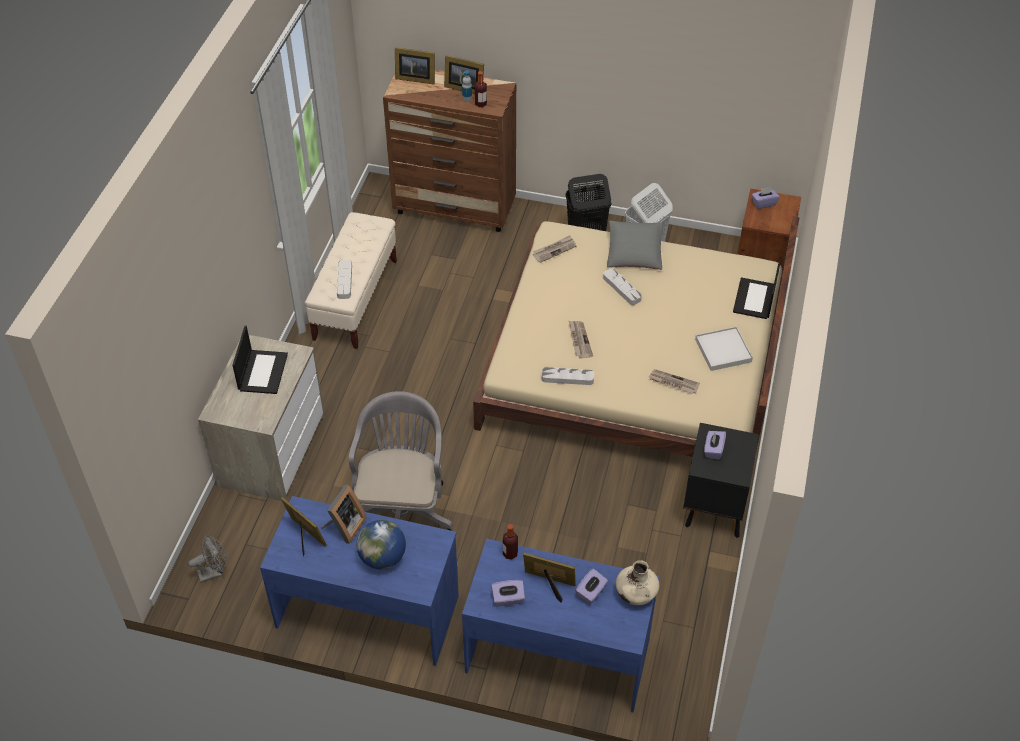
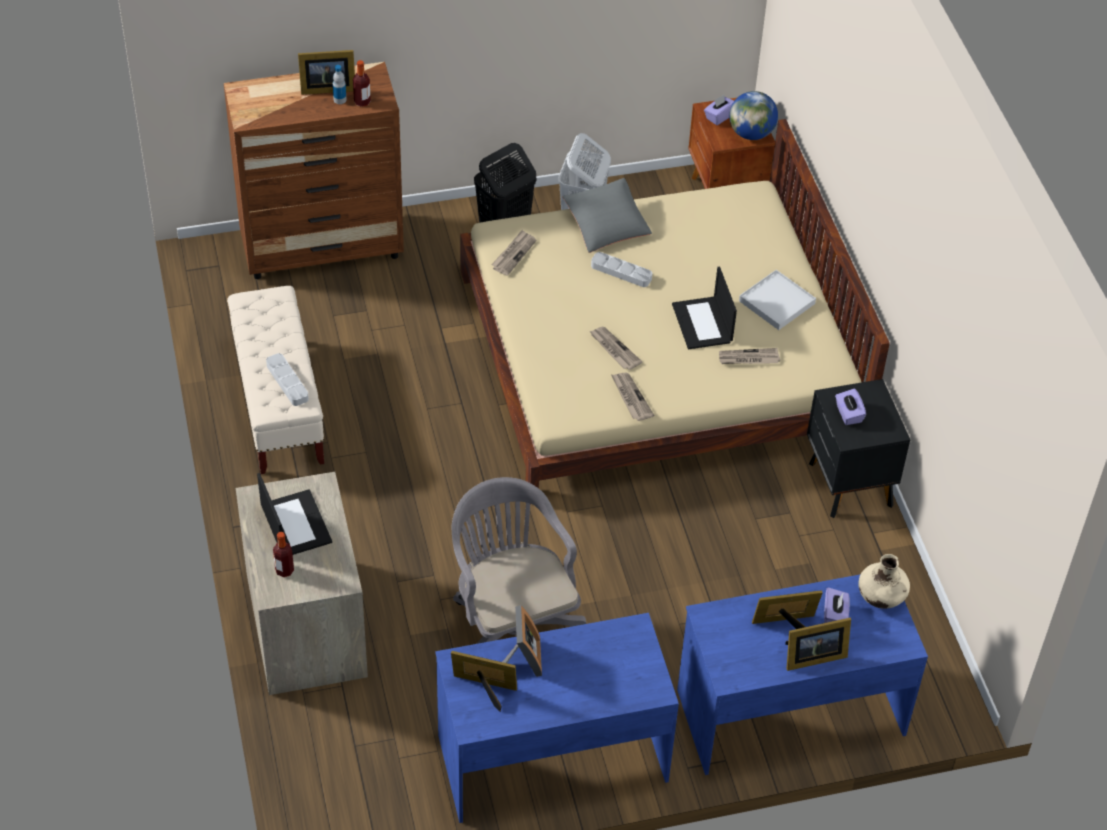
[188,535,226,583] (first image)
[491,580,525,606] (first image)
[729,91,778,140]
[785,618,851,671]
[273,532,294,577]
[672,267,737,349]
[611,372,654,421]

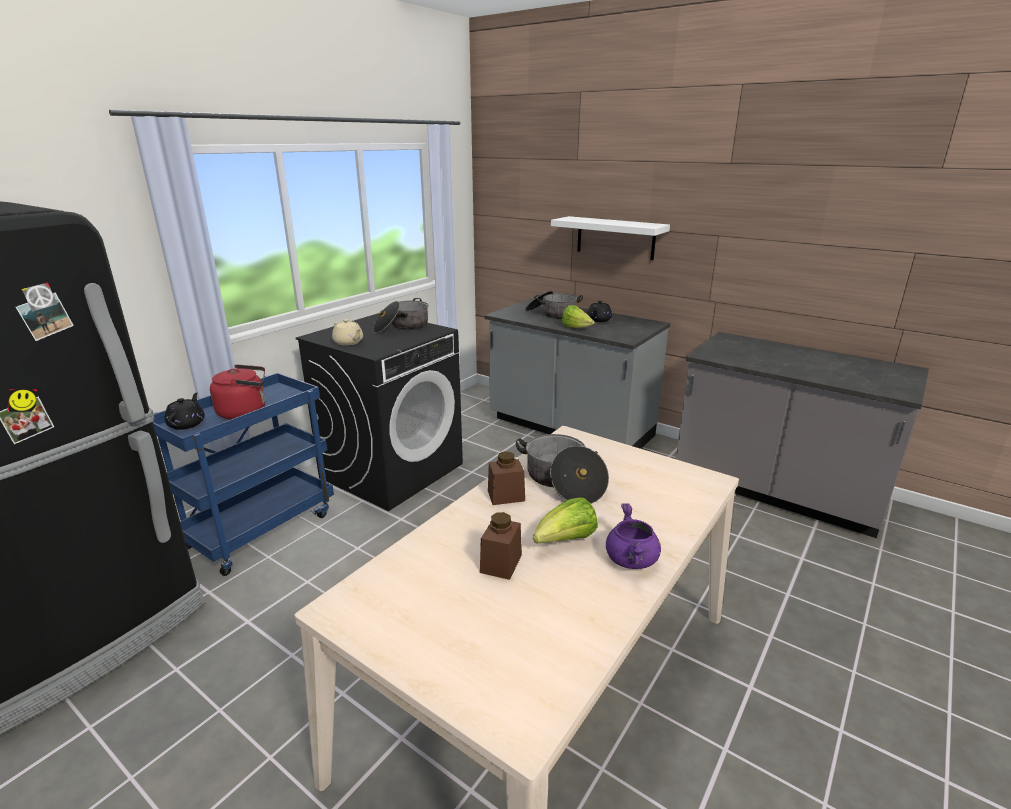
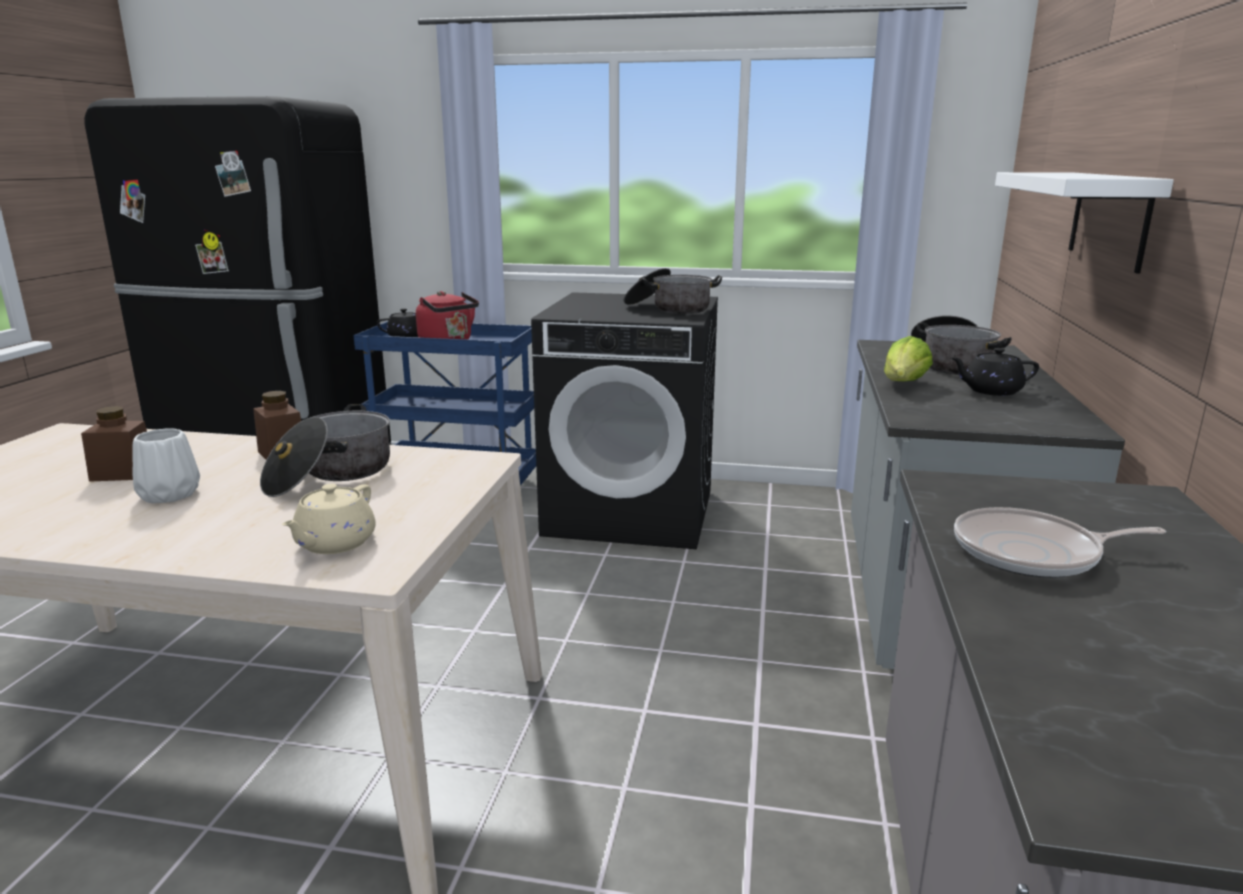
[606,503,661,569] (first image)
[954,507,1166,578]
[282,484,376,554]
[132,428,200,503]

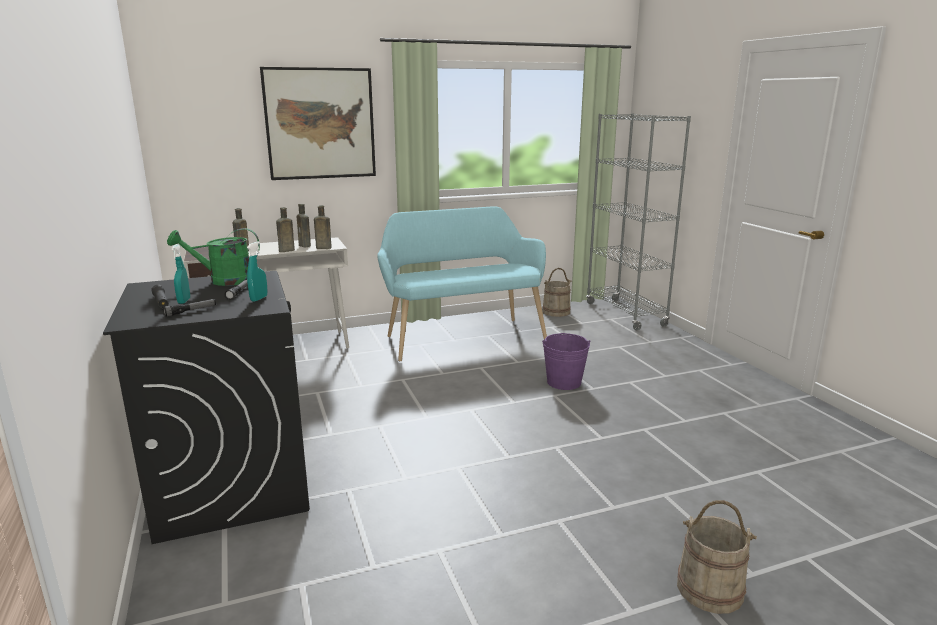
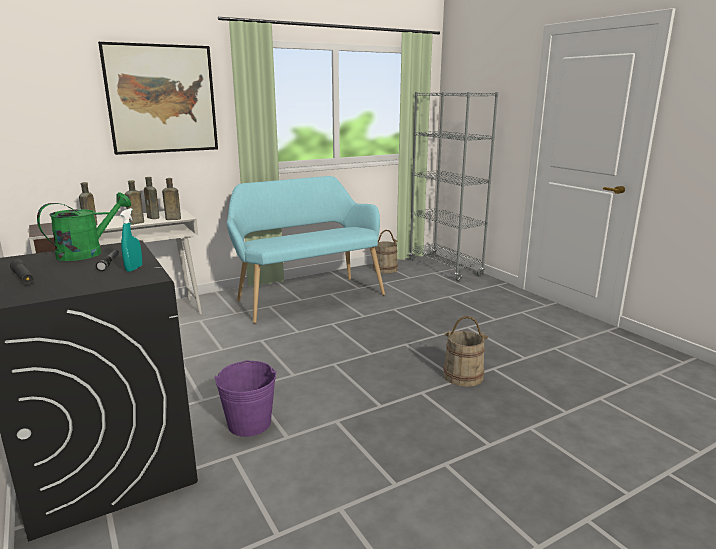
[162,299,216,317] (first image)
[171,244,190,304] (first image)
[214,360,277,437]
[444,316,488,387]
[37,193,131,261]

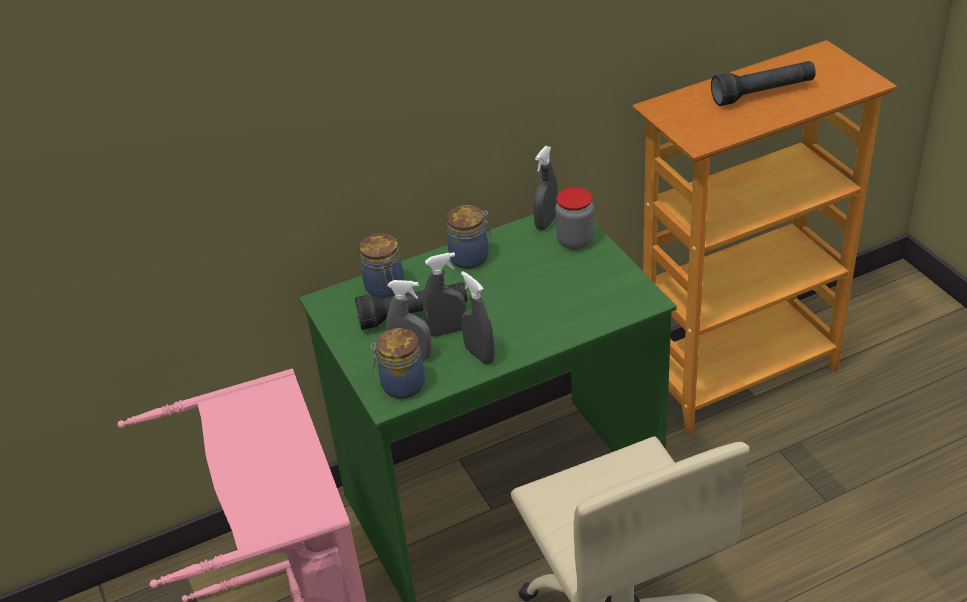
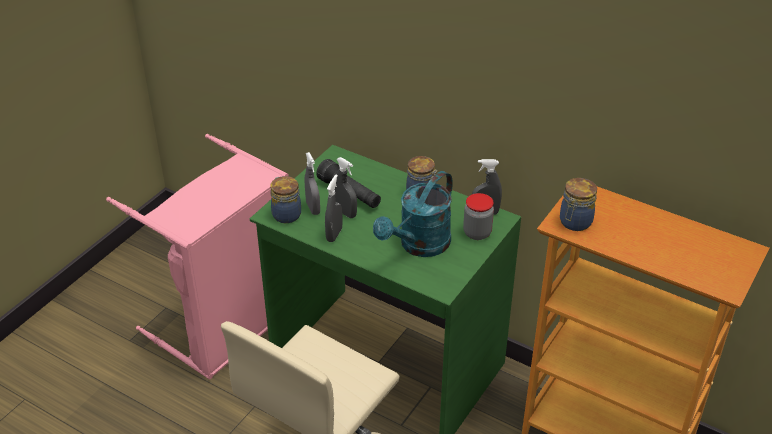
[711,61,816,106] (first image)
[373,171,453,257]
[560,178,597,231]

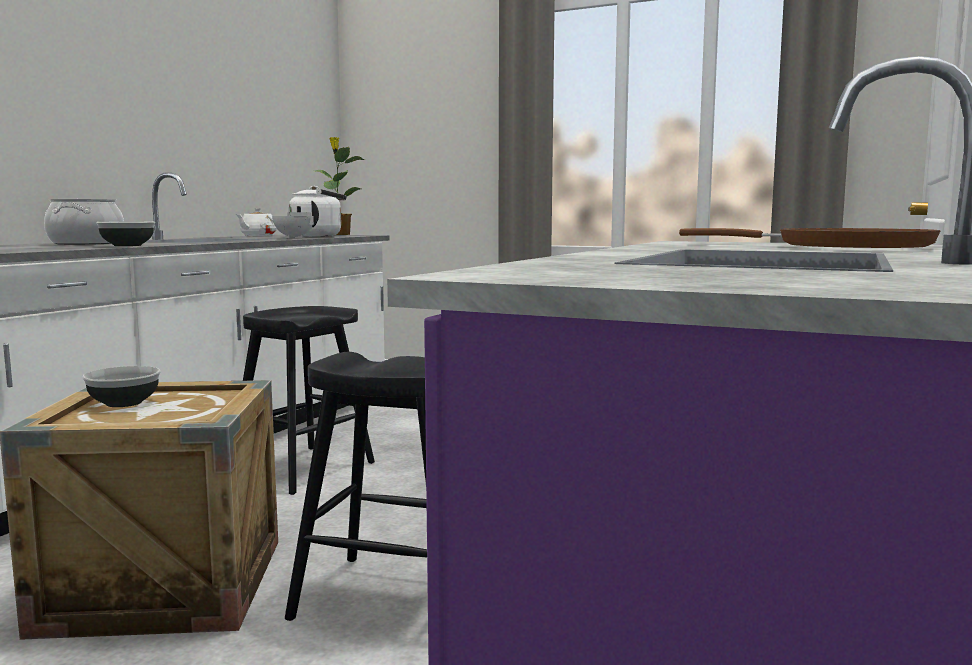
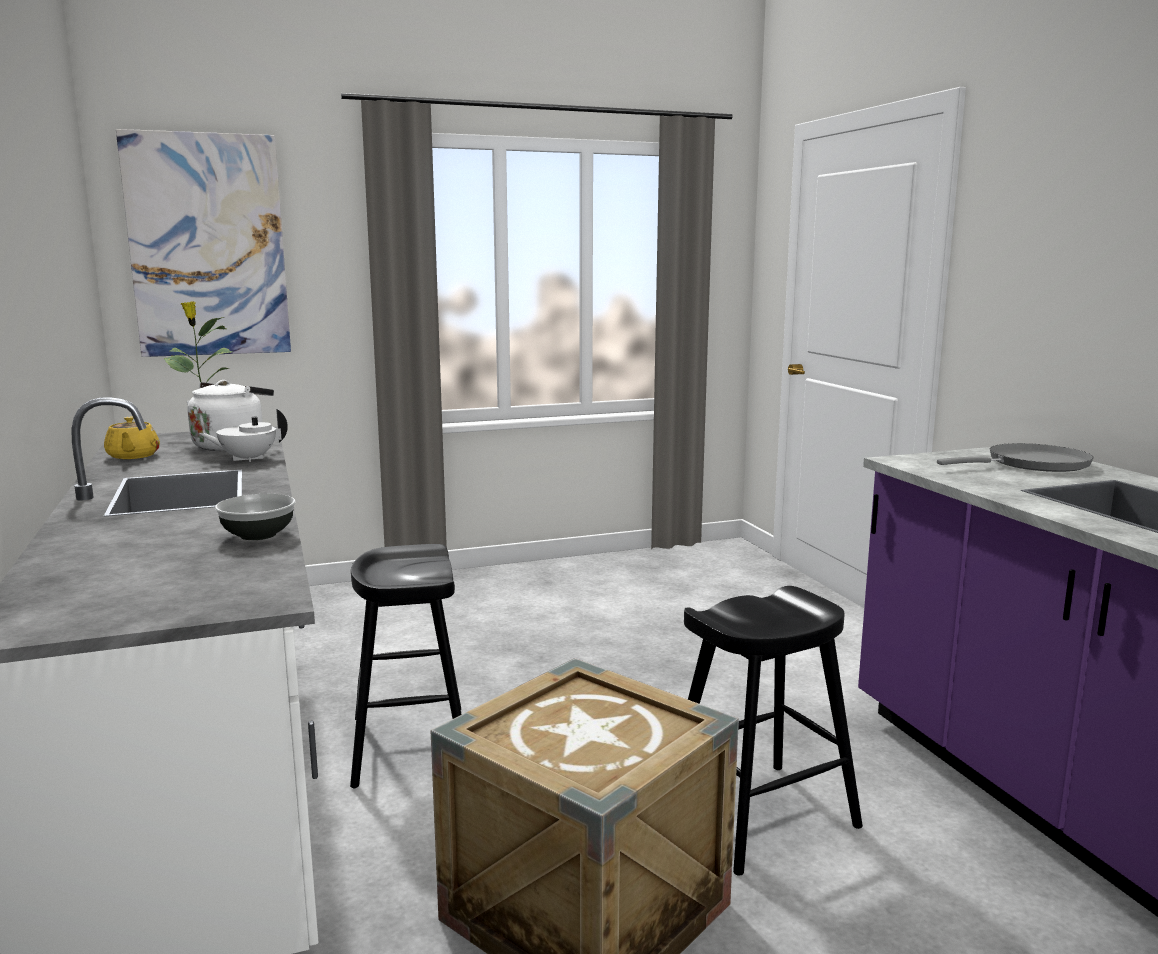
[44,199,124,245] (first image)
[82,366,161,407] (first image)
[116,129,291,357]
[104,417,160,459]
[937,443,1094,472]

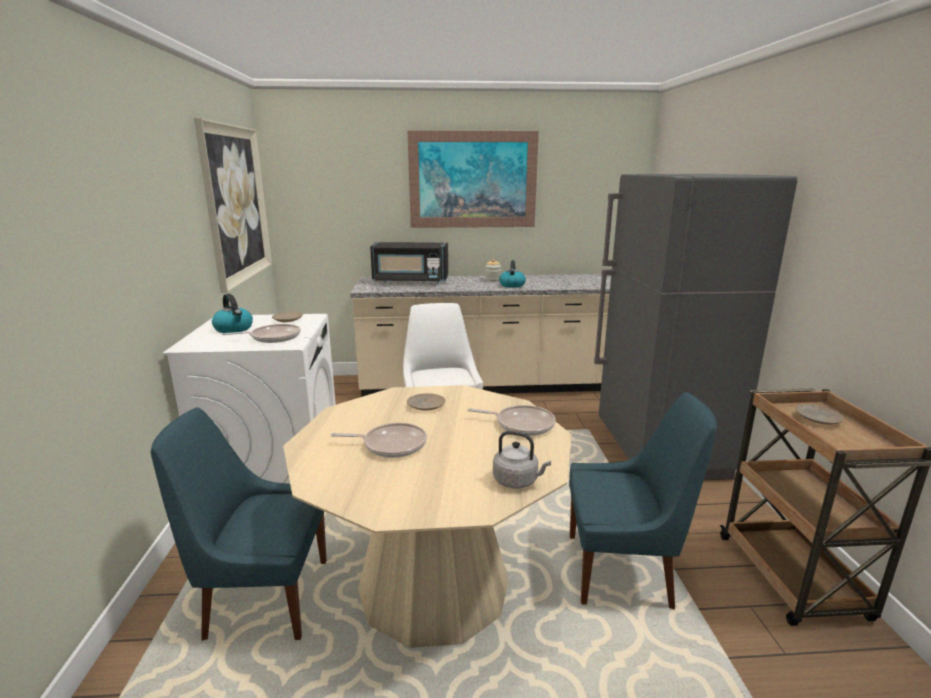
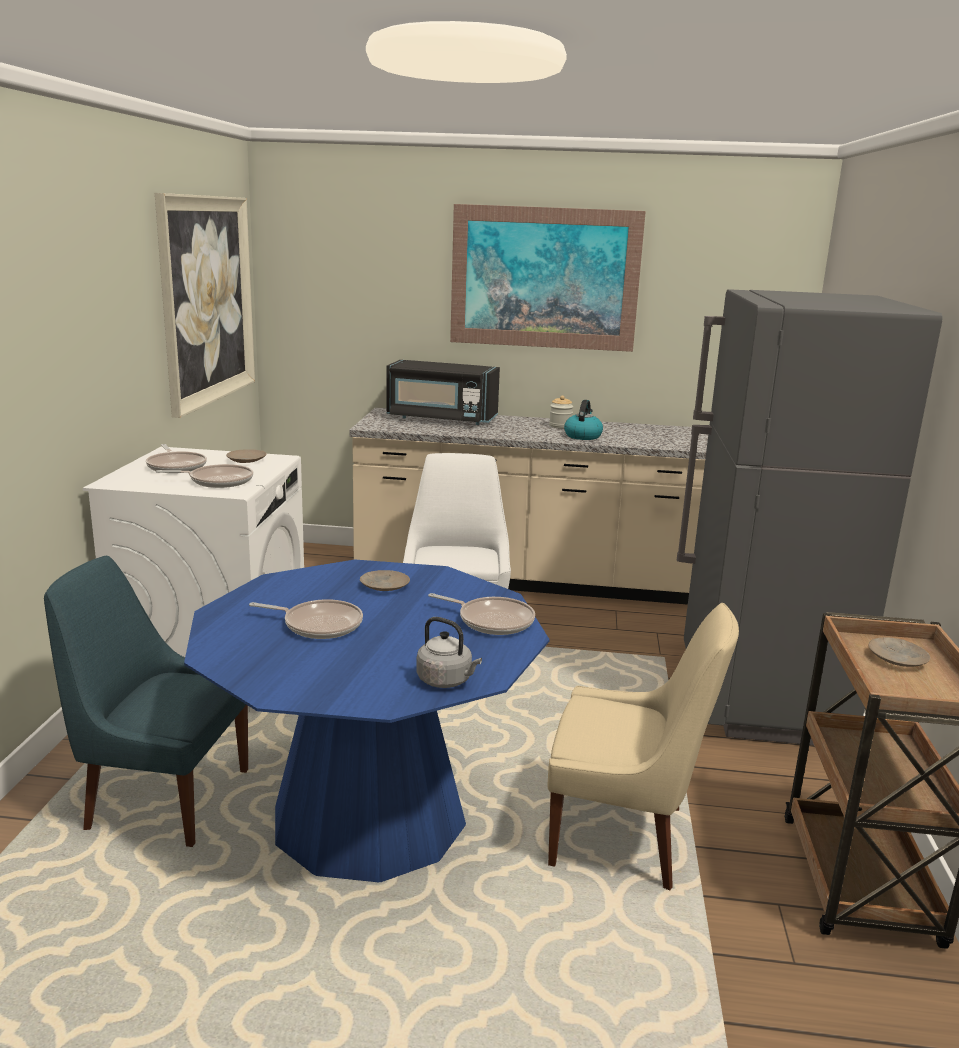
[146,444,207,472]
[184,559,549,882]
[548,603,739,891]

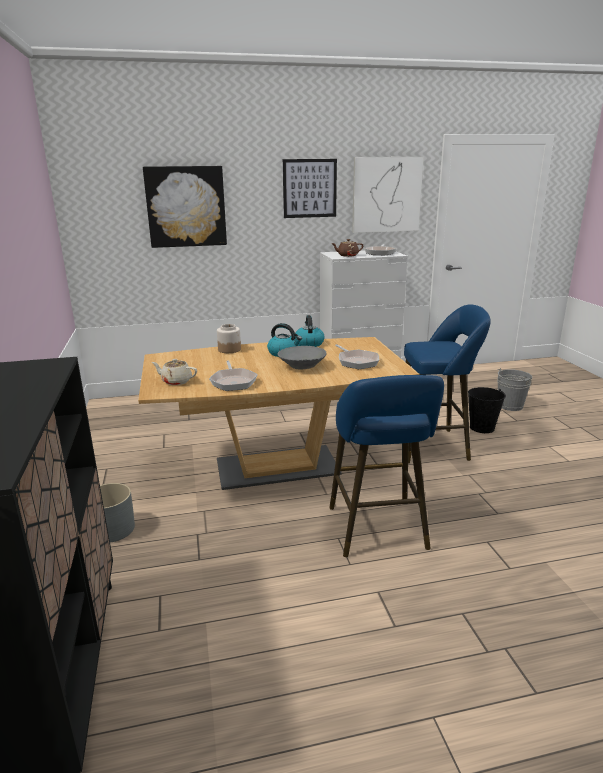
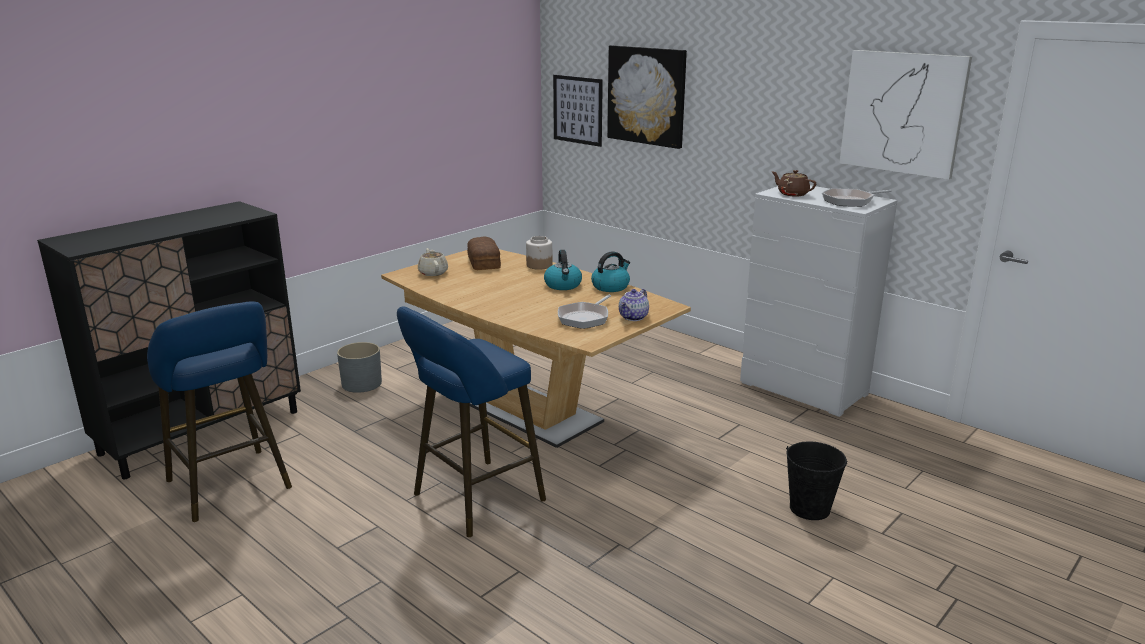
[209,360,258,391] (first image)
[278,346,327,370] (first image)
[497,368,532,411] (first image)
[467,236,501,270]
[619,289,649,321]
[553,75,603,147]
[147,301,292,522]

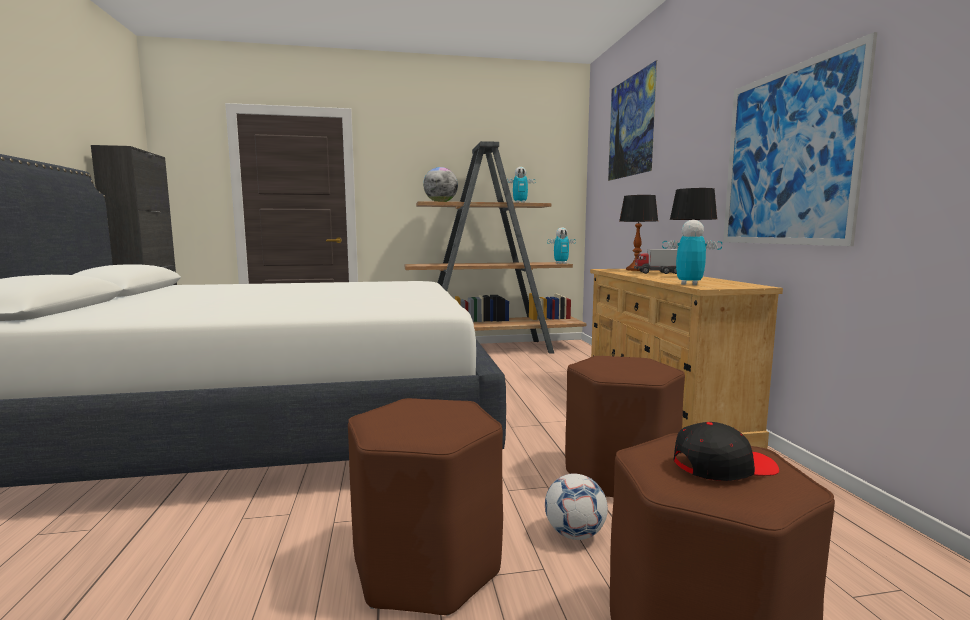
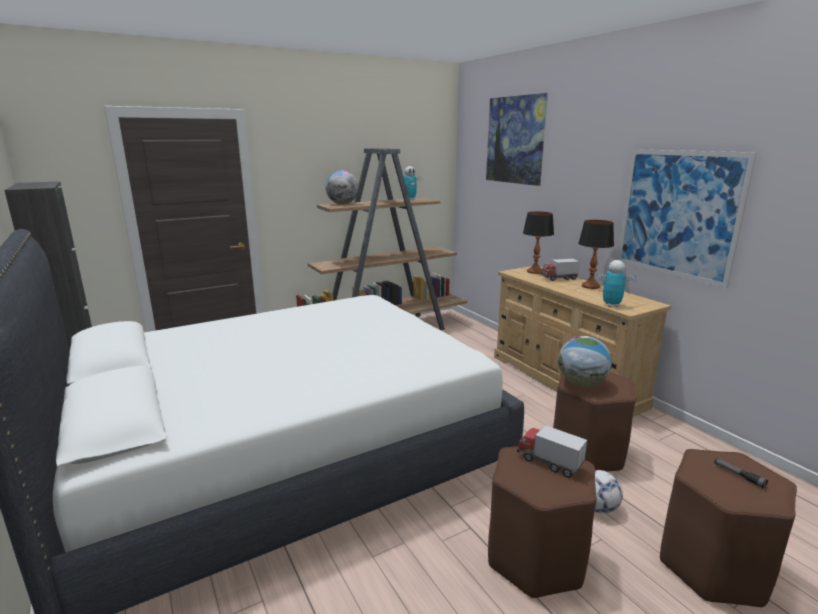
[547,227,576,264] (first image)
[517,425,587,478]
[558,336,612,387]
[714,458,768,489]

